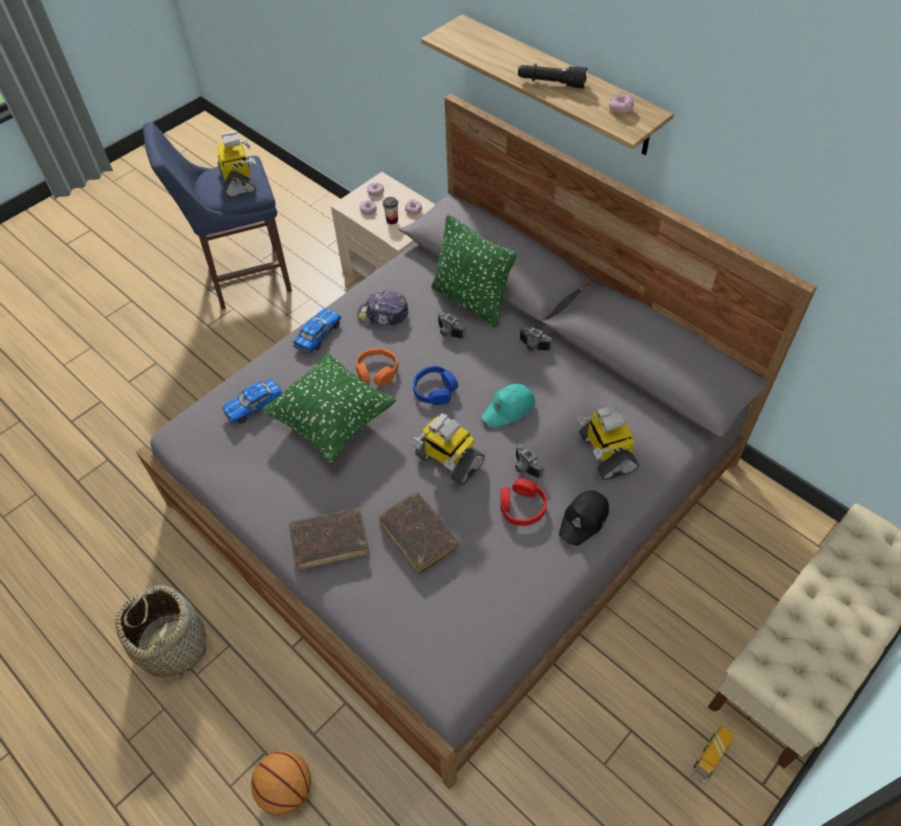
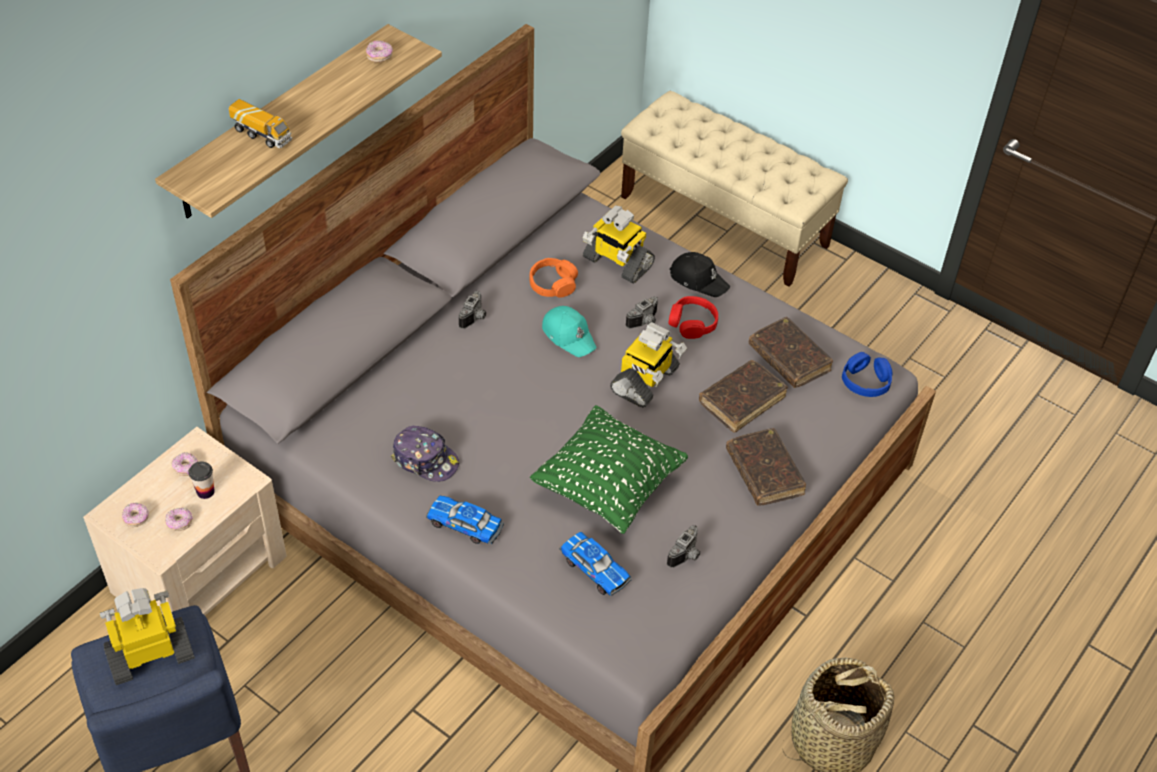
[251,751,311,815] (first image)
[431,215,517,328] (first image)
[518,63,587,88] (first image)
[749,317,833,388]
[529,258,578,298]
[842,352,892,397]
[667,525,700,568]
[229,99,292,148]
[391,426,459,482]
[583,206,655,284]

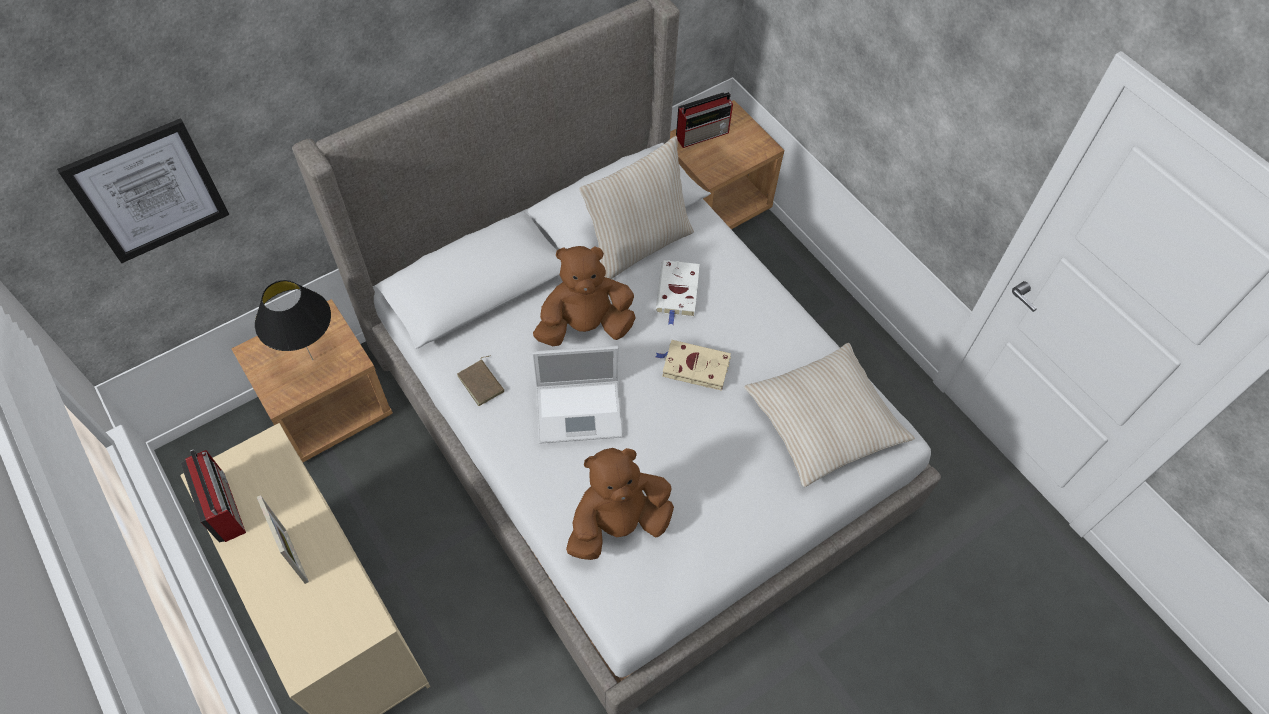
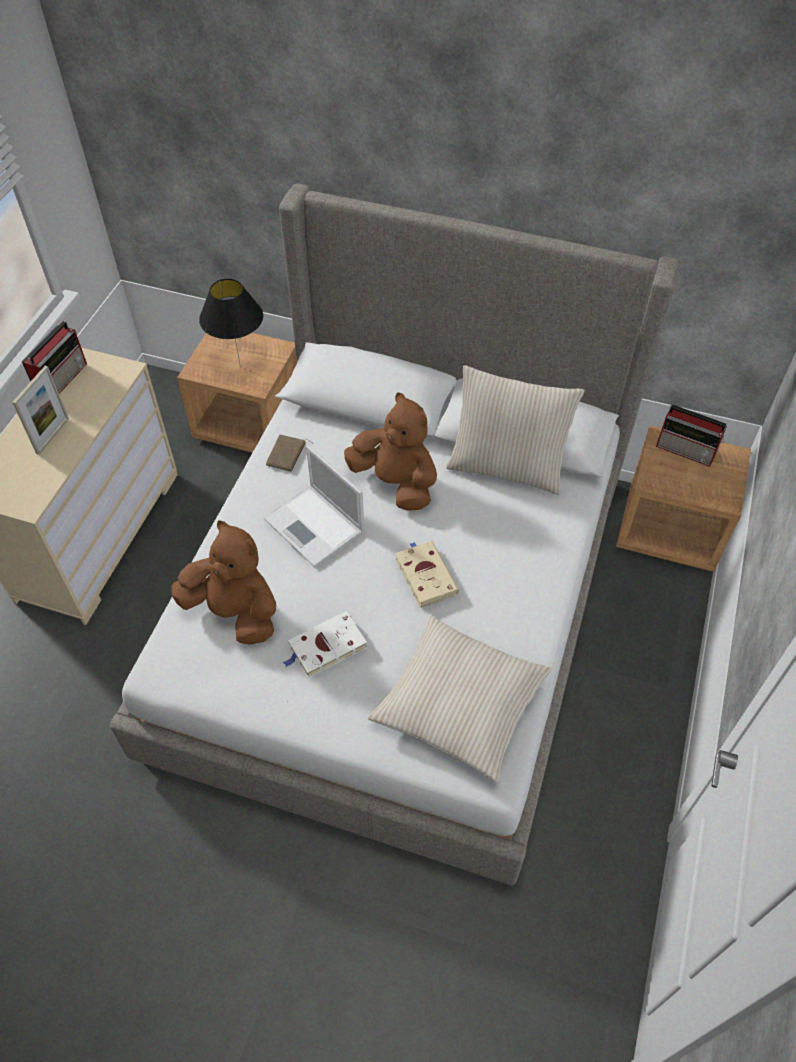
[57,118,230,263] (first image)
[283,611,367,678]

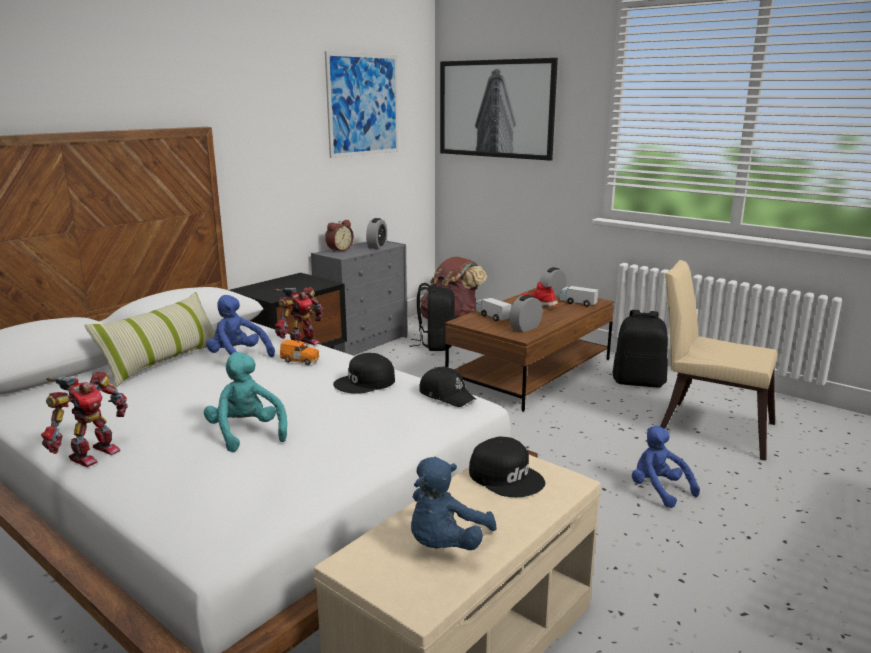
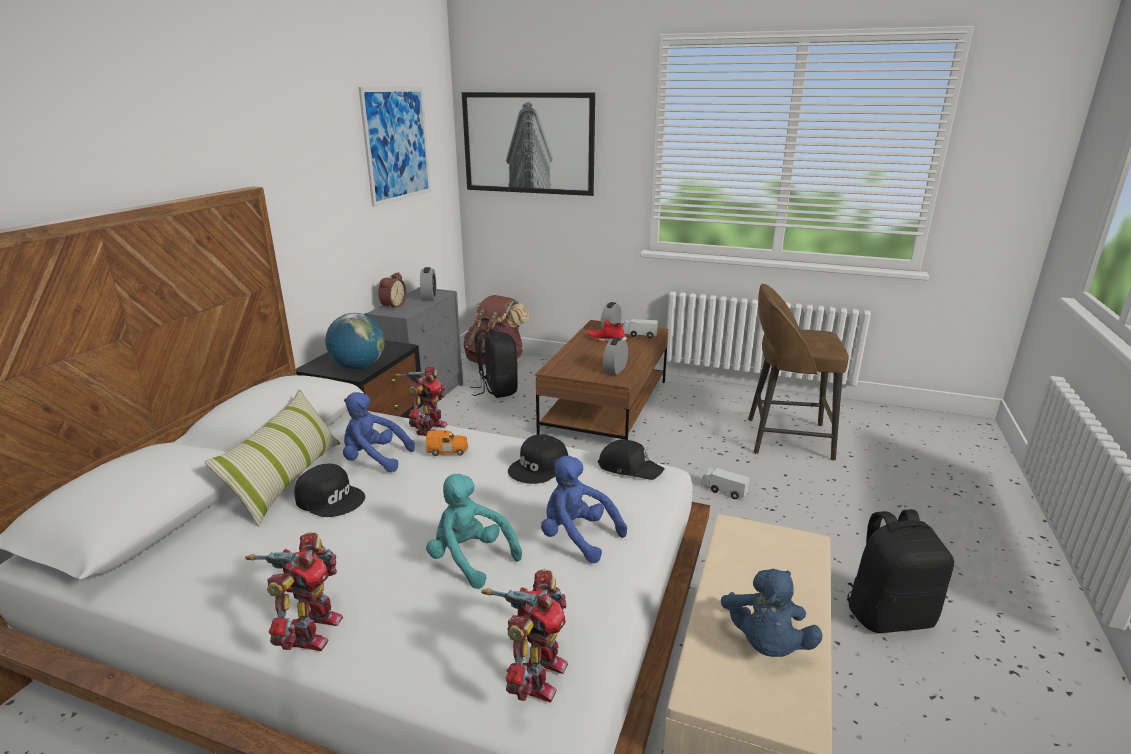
[325,313,384,369]
[481,569,568,703]
[294,464,365,517]
[701,468,750,499]
[847,509,954,633]
[541,456,627,563]
[748,284,849,461]

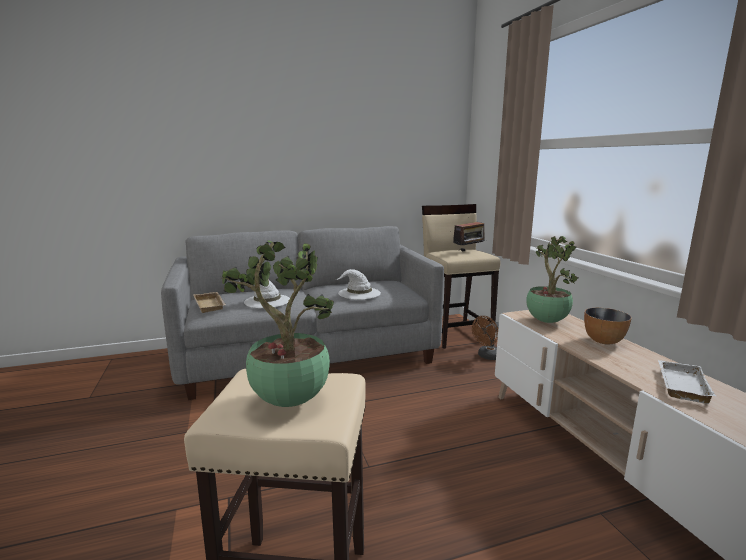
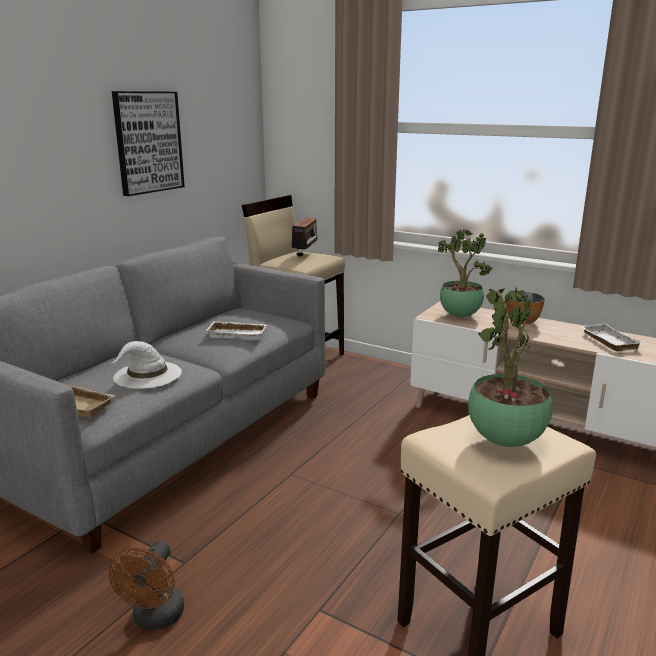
[112,91,185,196]
[109,541,184,630]
[206,321,267,340]

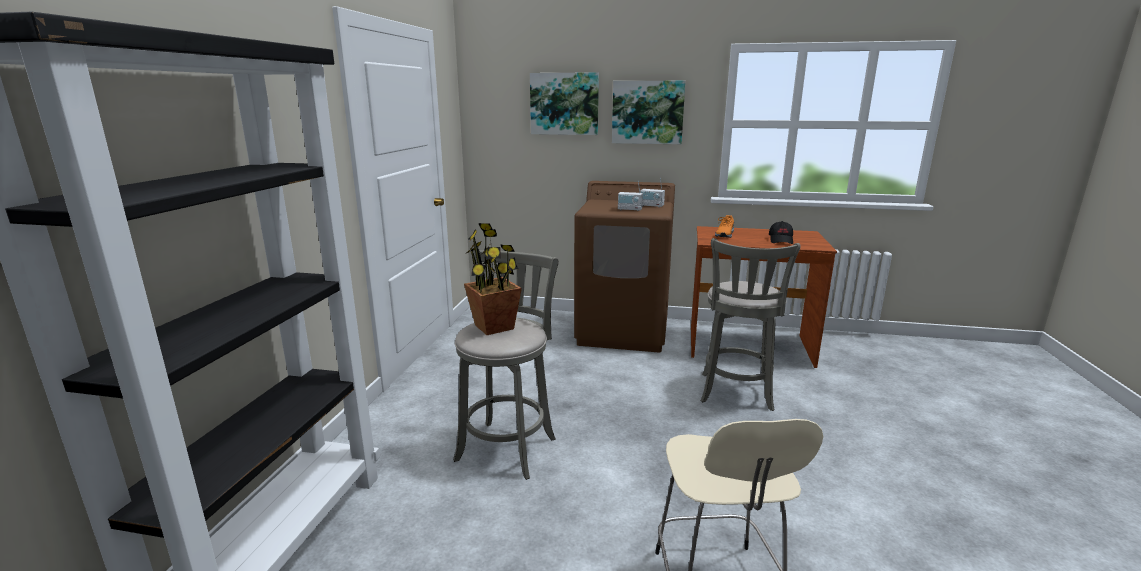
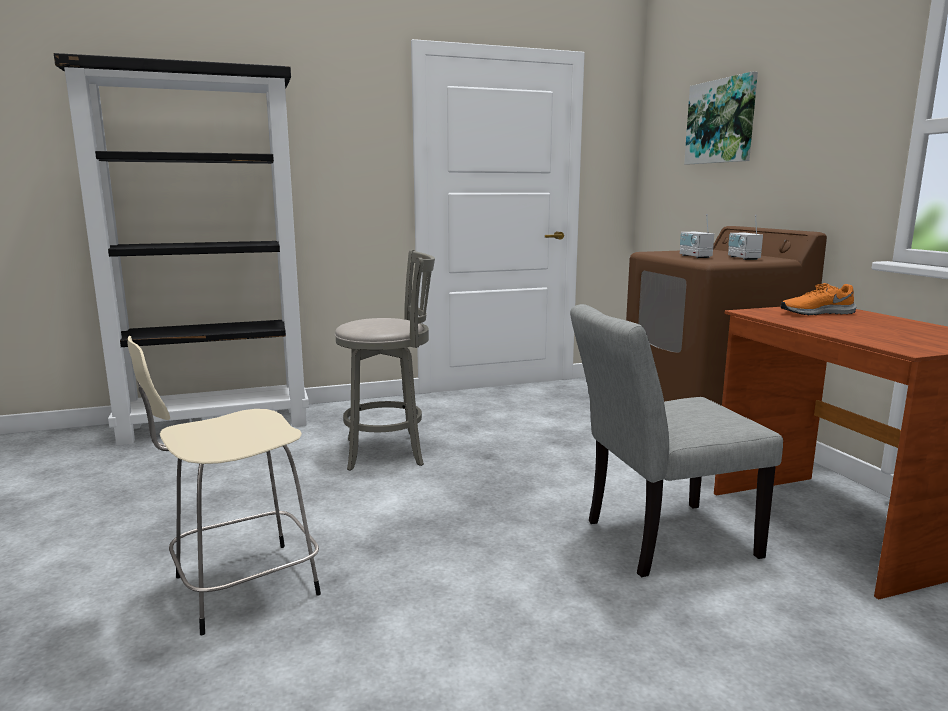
[464,223,522,335] (first image)
[612,81,685,144] (first image)
[769,221,793,244] (first image)
[570,304,783,577]

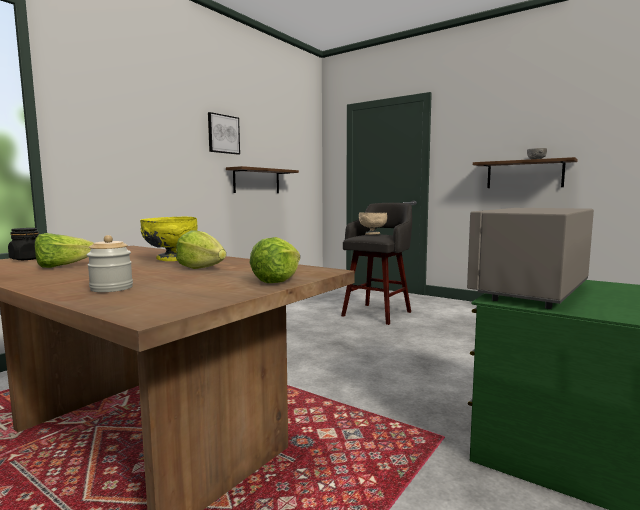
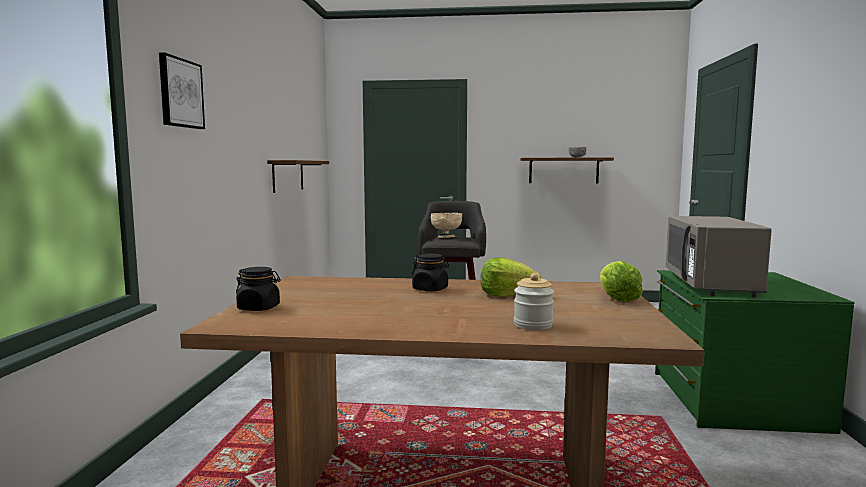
[35,233,94,268] (first image)
[159,53,205,129]
[412,253,449,292]

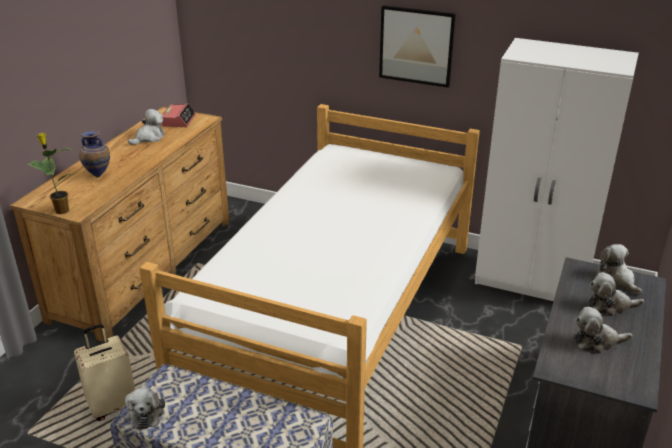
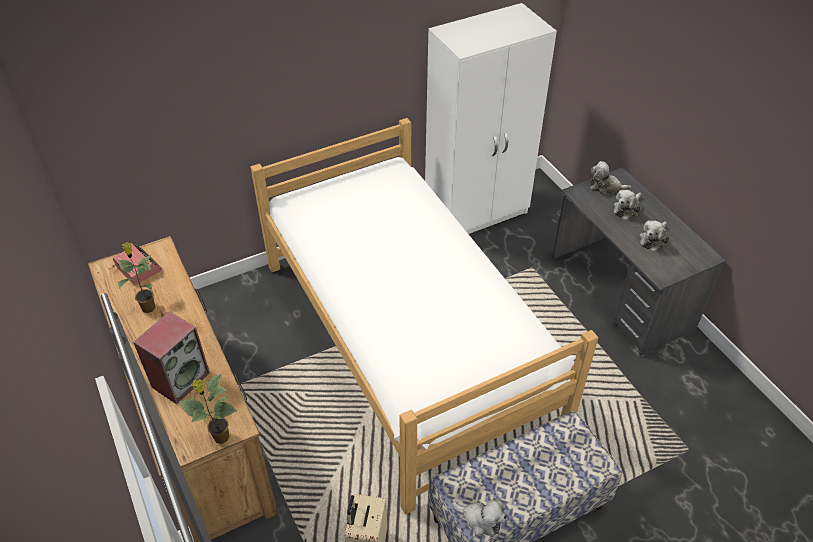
[379,5,456,88] (first image)
[133,311,210,404]
[118,242,155,313]

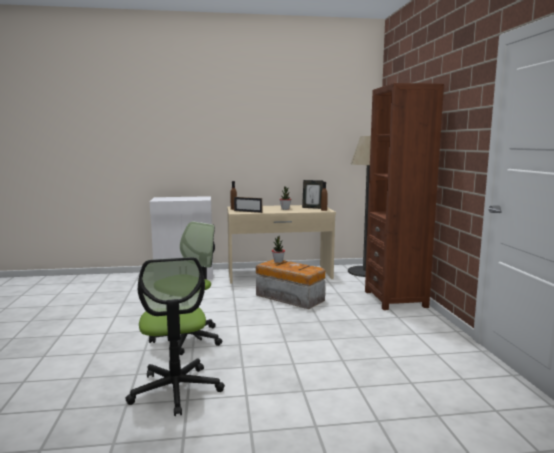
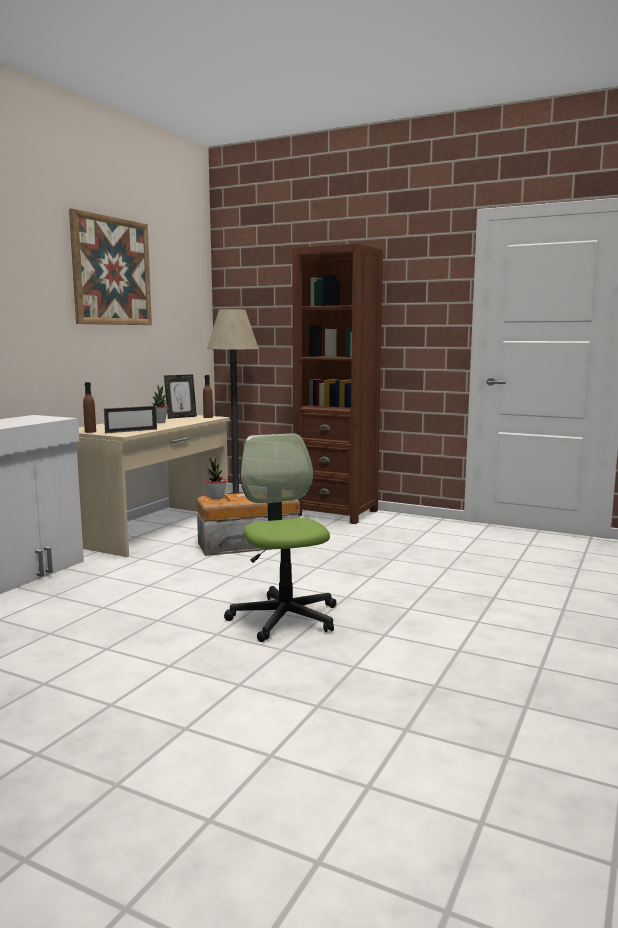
[125,257,225,416] (first image)
[69,208,152,325]

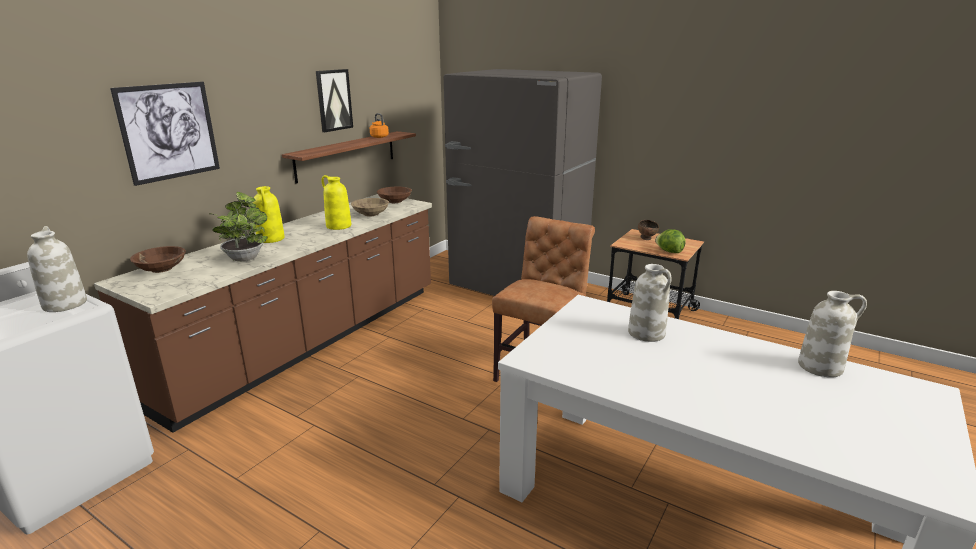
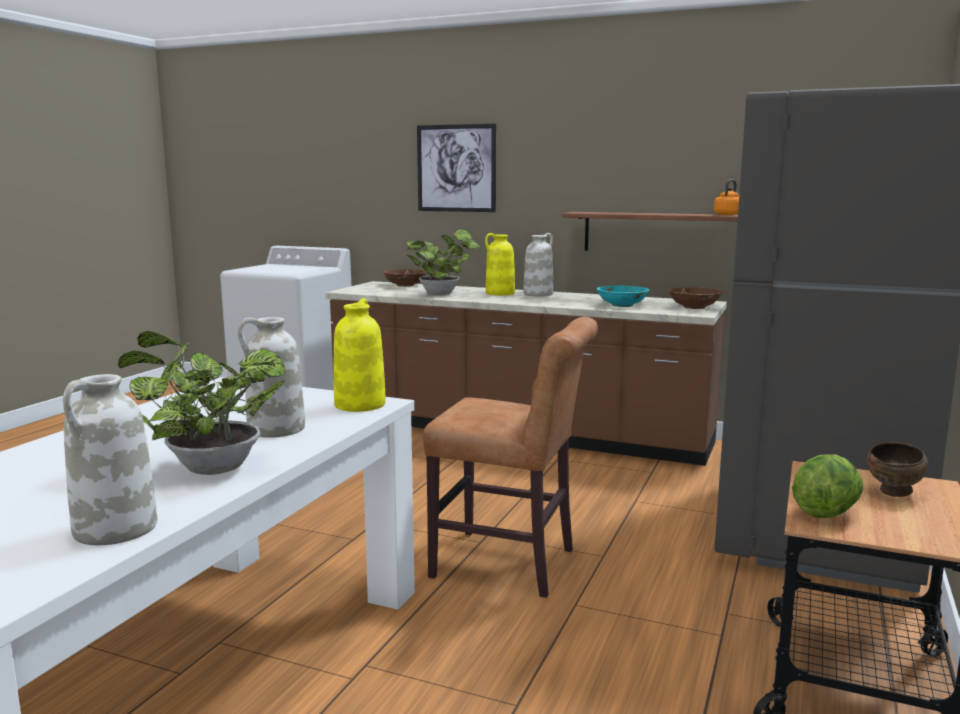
[316,69,353,132] (first image)
[118,331,285,475]
[523,233,553,297]
[333,298,386,412]
[597,286,650,307]

